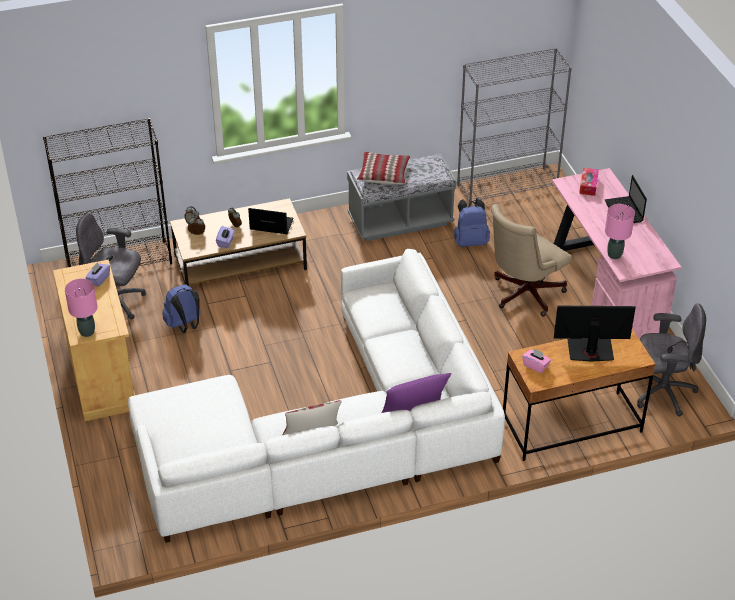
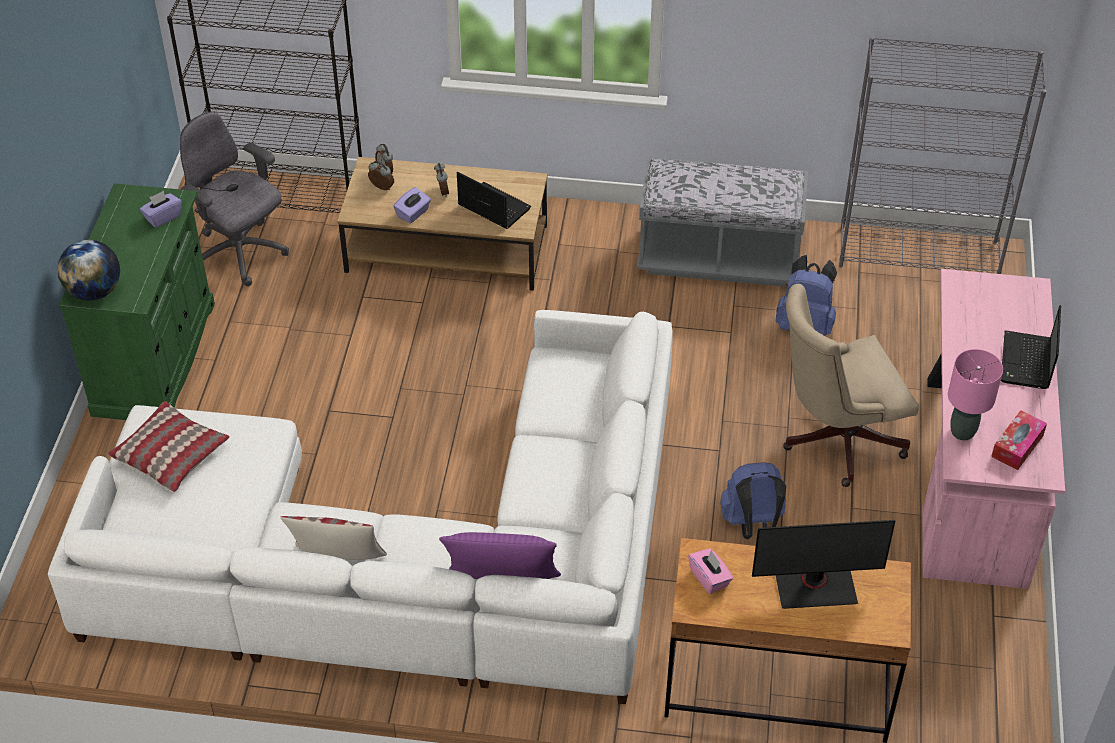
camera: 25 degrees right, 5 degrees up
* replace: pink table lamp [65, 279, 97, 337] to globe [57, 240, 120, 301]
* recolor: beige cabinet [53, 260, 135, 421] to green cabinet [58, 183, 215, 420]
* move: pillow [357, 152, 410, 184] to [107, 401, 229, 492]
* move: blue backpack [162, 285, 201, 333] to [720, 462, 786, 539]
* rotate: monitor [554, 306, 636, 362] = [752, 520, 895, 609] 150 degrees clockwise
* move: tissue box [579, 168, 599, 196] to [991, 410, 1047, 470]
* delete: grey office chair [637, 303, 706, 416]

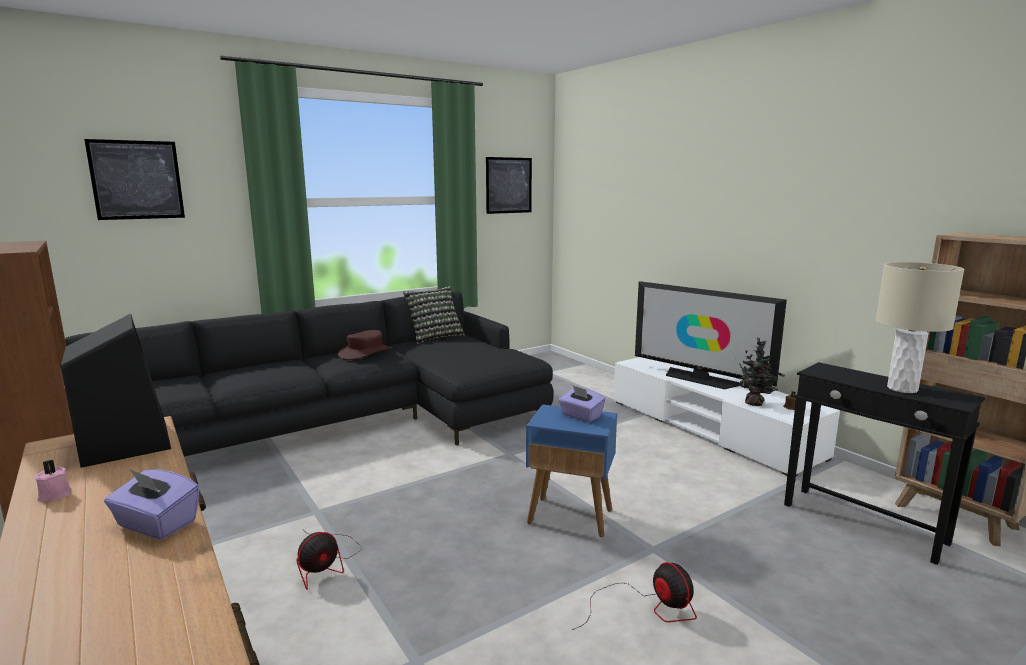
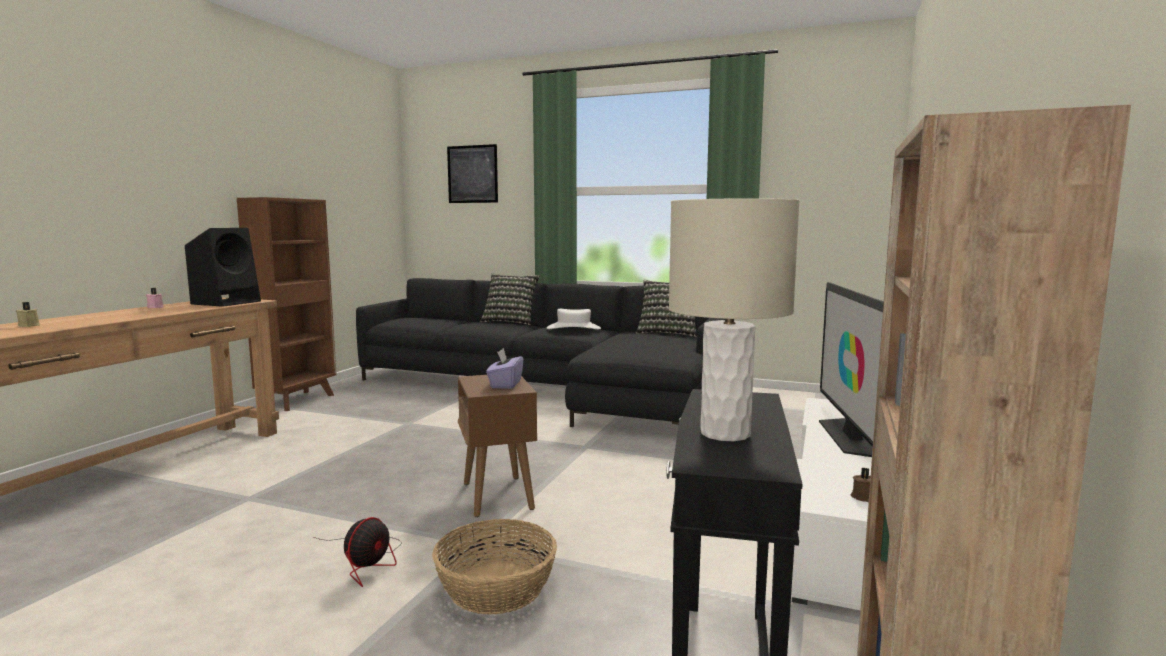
camera: 55 degrees right, 5 degrees down
* insert: beige candle [16, 302, 40, 327]
* insert: basket [432, 519, 557, 615]
* recolor: blue side table [526, 404, 617, 537] to brown side table [458, 375, 537, 517]
* insert: pillow [480, 273, 540, 325]
* recolor: brown hat [338, 330, 392, 360] to white hat [547, 309, 601, 329]
* delete: purple tissue box [104, 469, 199, 539]
* delete: fan [297, 529, 361, 590]
* delete: picture [486, 157, 532, 214]
* delete: potted plant [735, 337, 785, 406]

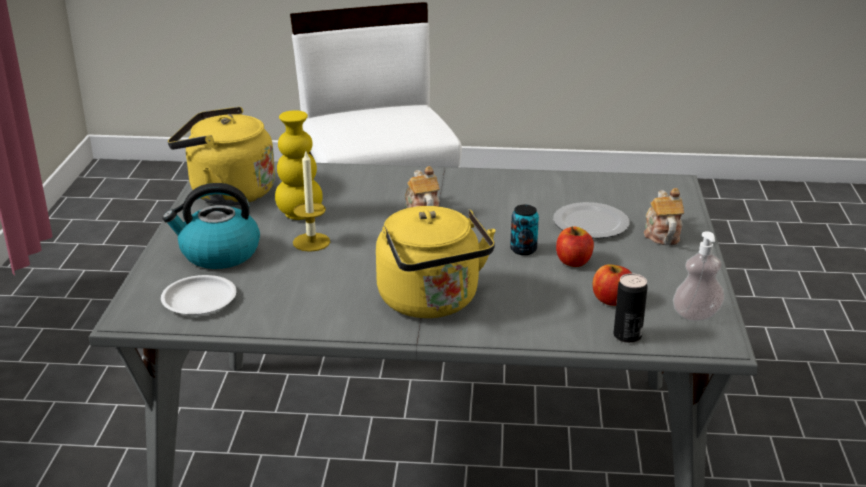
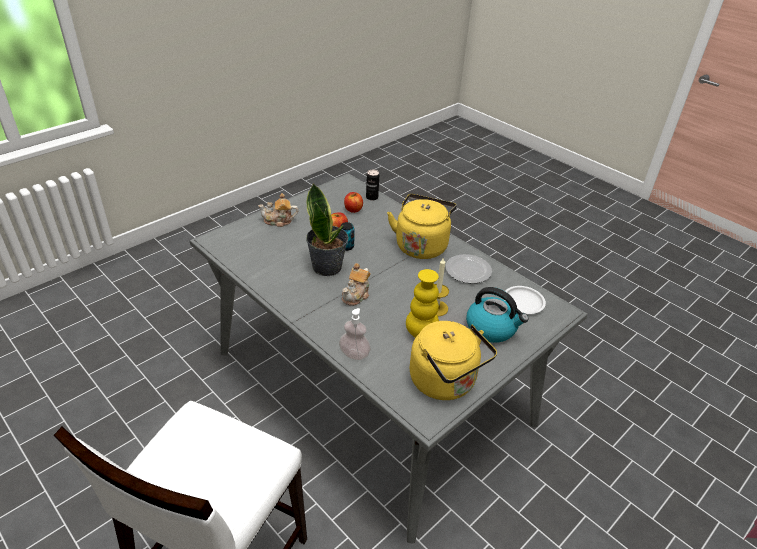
camera: 140 degrees left, 10 degrees up
* rotate: teapot [644, 188, 684, 245] = [258, 193, 298, 227] 45 degrees clockwise
* insert: potted plant [306, 183, 348, 276]
* move: soap dispenser [673, 231, 725, 321] to [339, 308, 371, 360]
* move: plate [553, 202, 630, 239] to [446, 254, 492, 284]

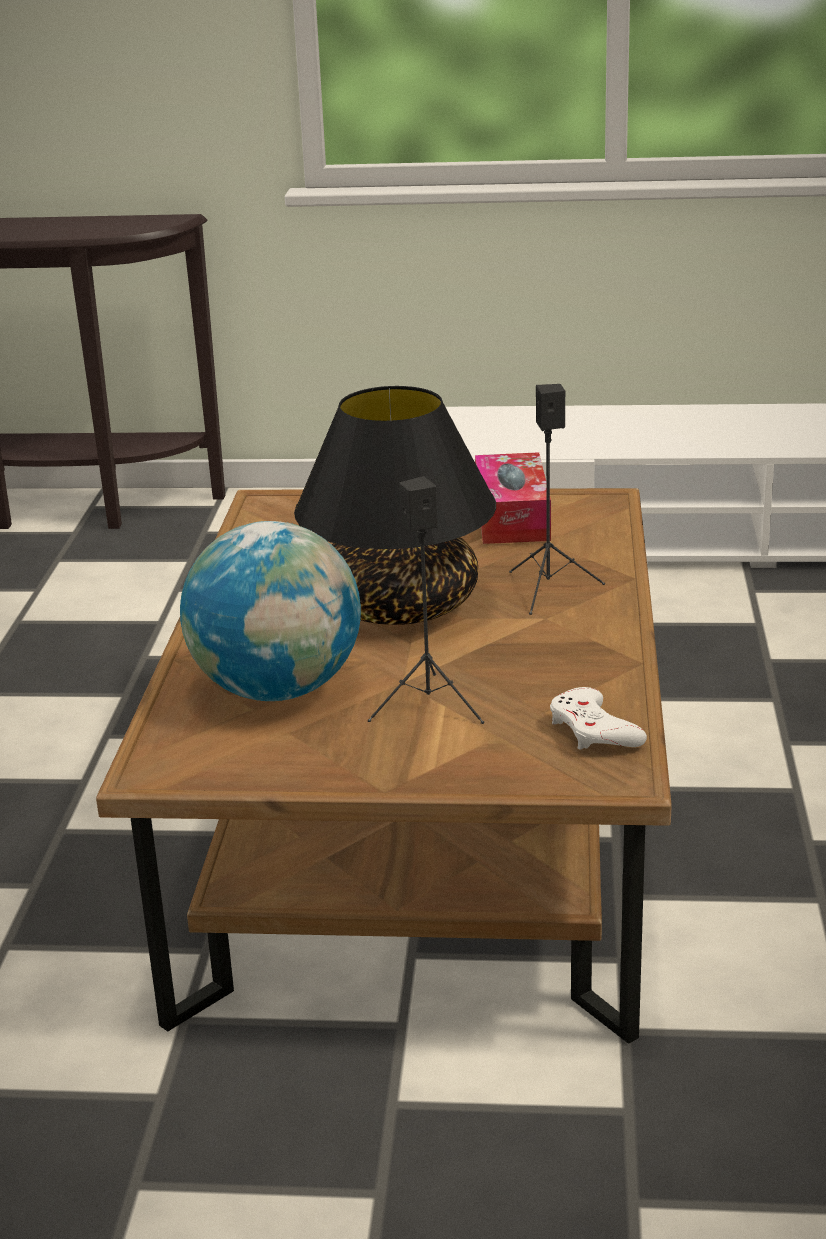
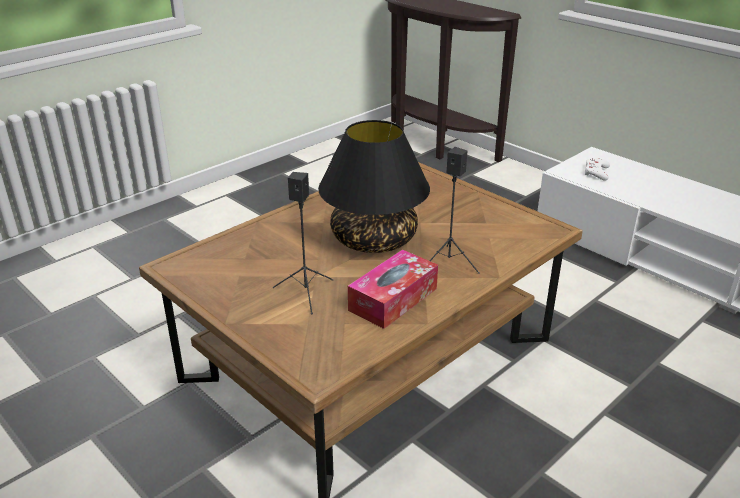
camera: 40 degrees right, 5 degrees up
* move: tissue box [475, 452, 551, 544] to [348, 249, 438, 329]
* move: white game controller [550, 687, 647, 750] to [585, 158, 610, 181]
* delete: globe [180, 521, 361, 701]

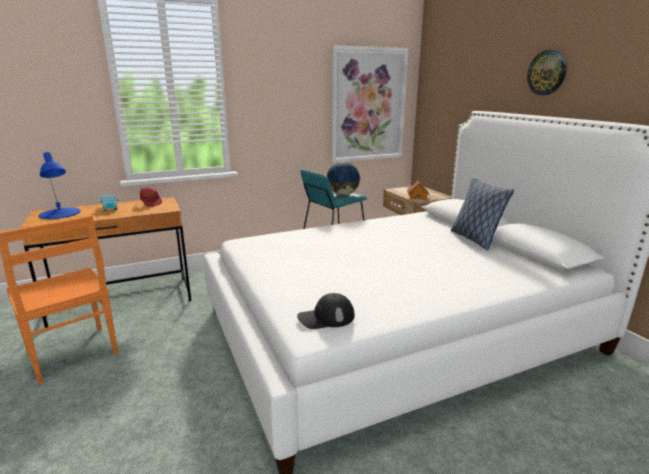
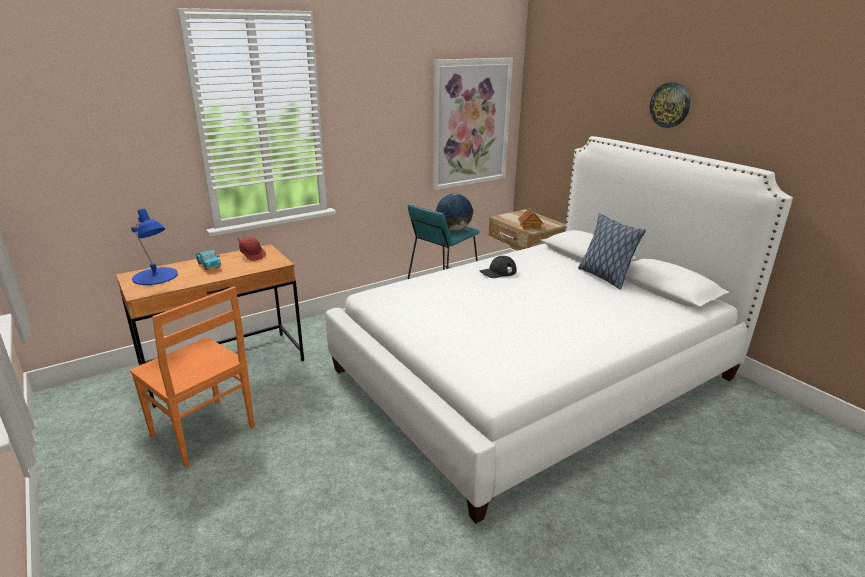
camera: 10 degrees left, 5 degrees up
* move: black cap [297, 293, 354, 329] to [480, 256, 517, 278]

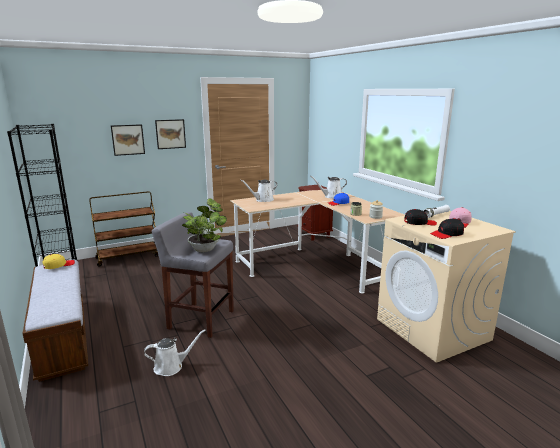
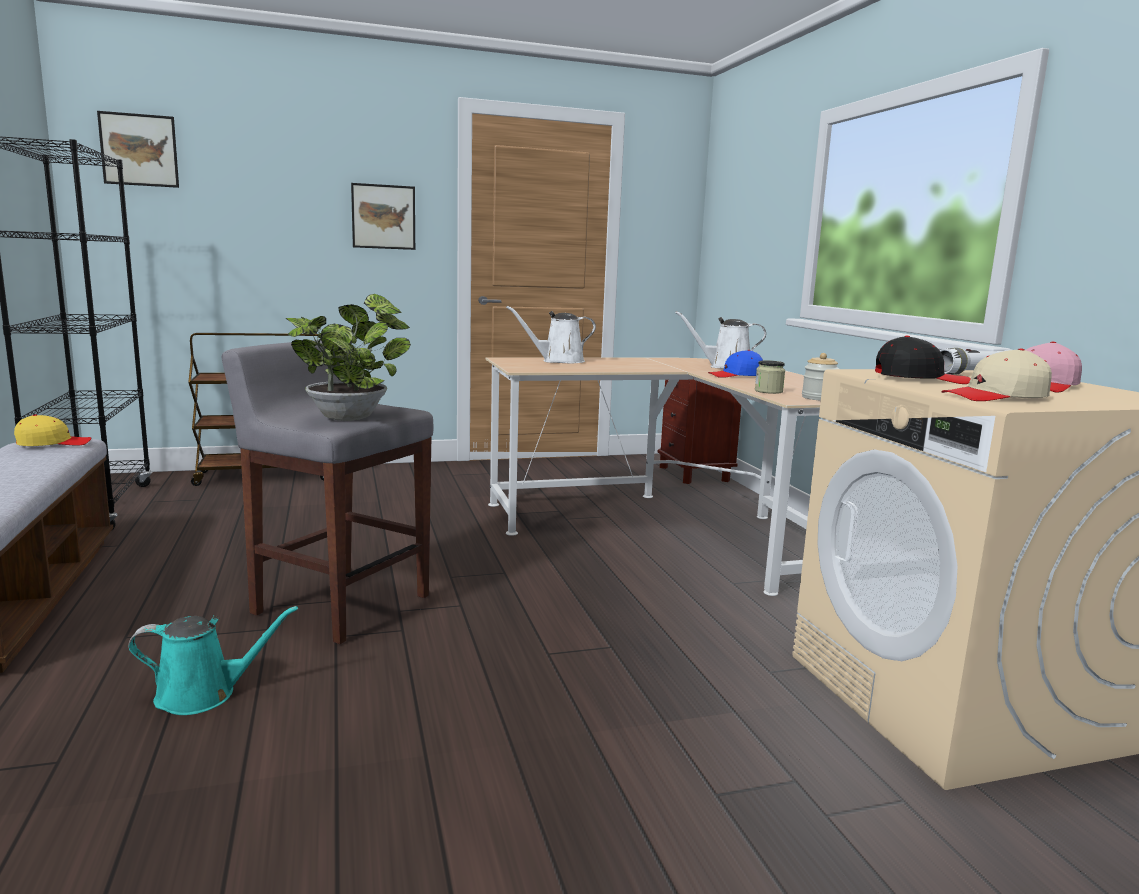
camera: 10 degrees right, 5 degrees down
* move: picture [111, 124, 145, 156] to [97, 111, 179, 188]
* recolor: white watering can [144, 330, 205, 376] to turquoise watering can [128, 606, 298, 715]
* recolor: black cap [430, 218, 464, 239] to beige cap [941, 349, 1052, 401]

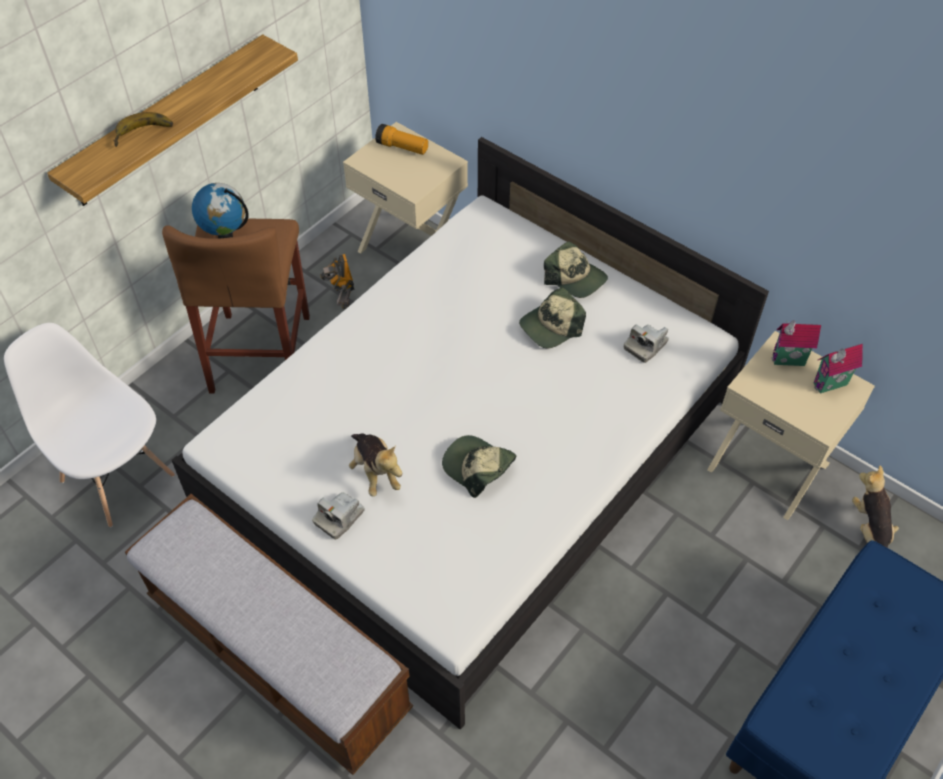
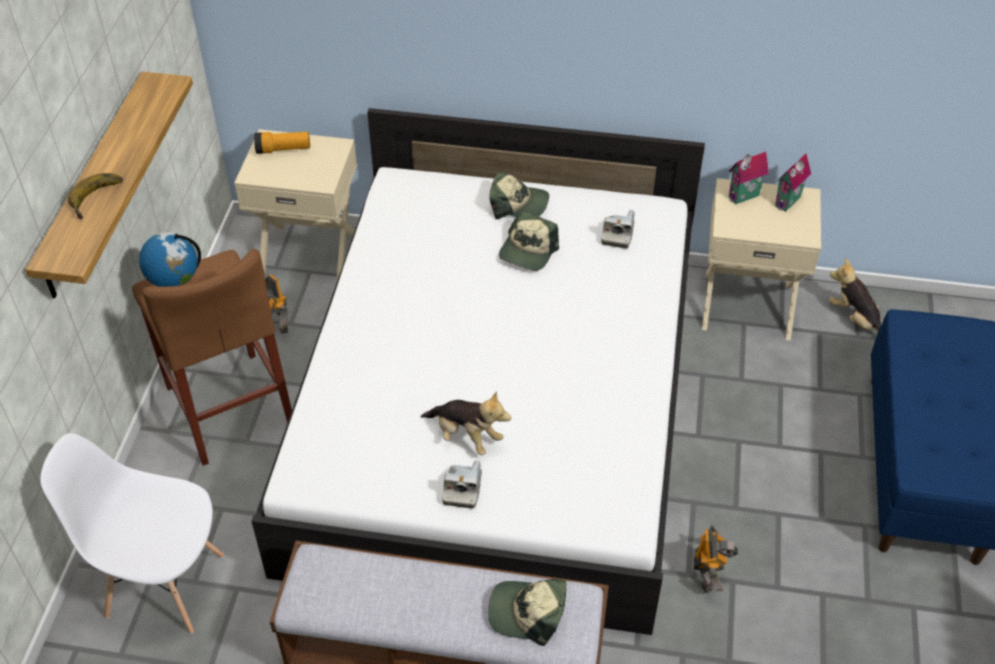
camera: 30 degrees left, 5 degrees down
* move: cap [442, 435, 517, 498] to [488, 579, 566, 646]
* insert: toy robot [694, 525, 738, 593]

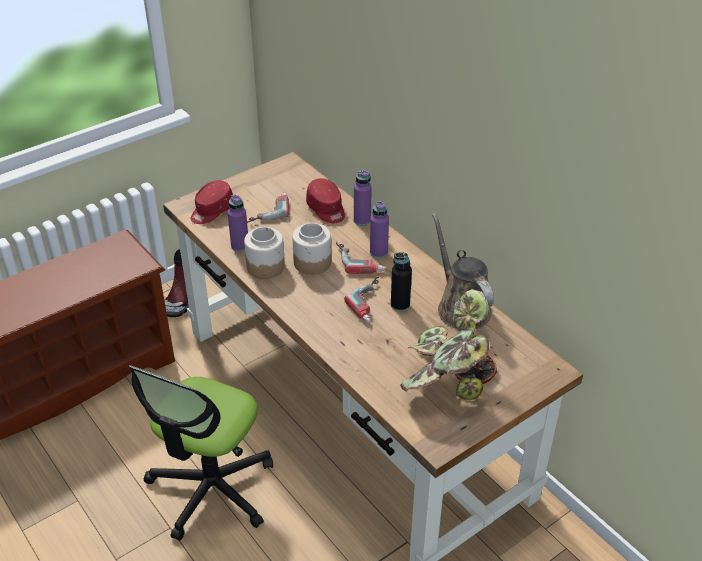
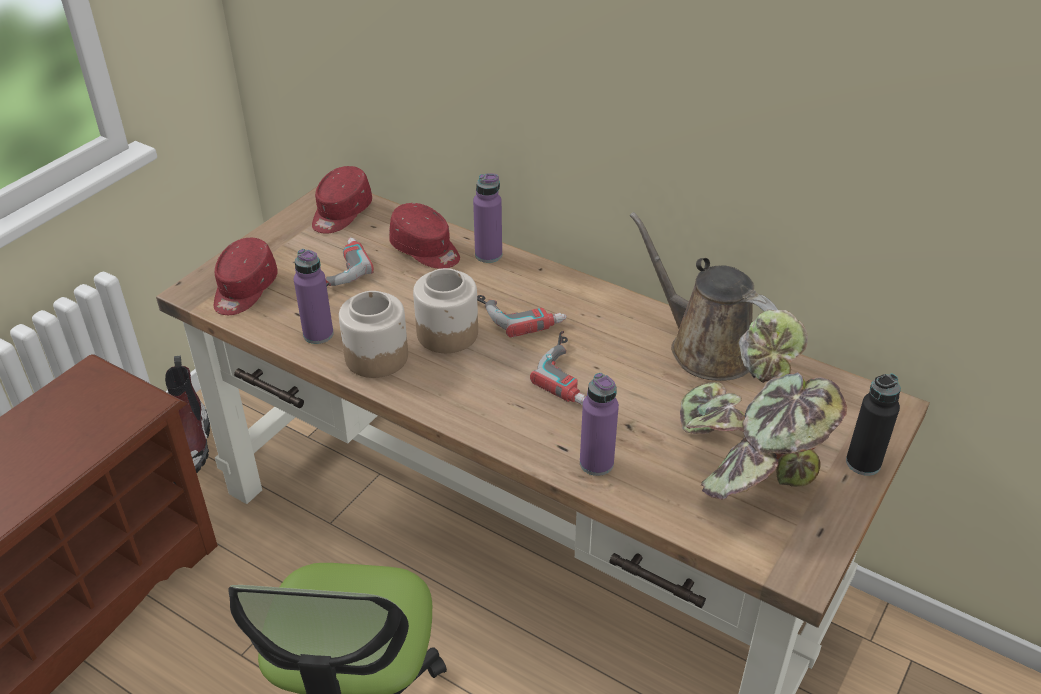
camera: 20 degrees left, 0 degrees up
* insert: red cap [312, 166, 372, 234]
* move: purple bottle [370, 201, 389, 258] to [580, 373, 619, 476]
* move: black bottle [391, 252, 412, 312] to [846, 374, 901, 476]

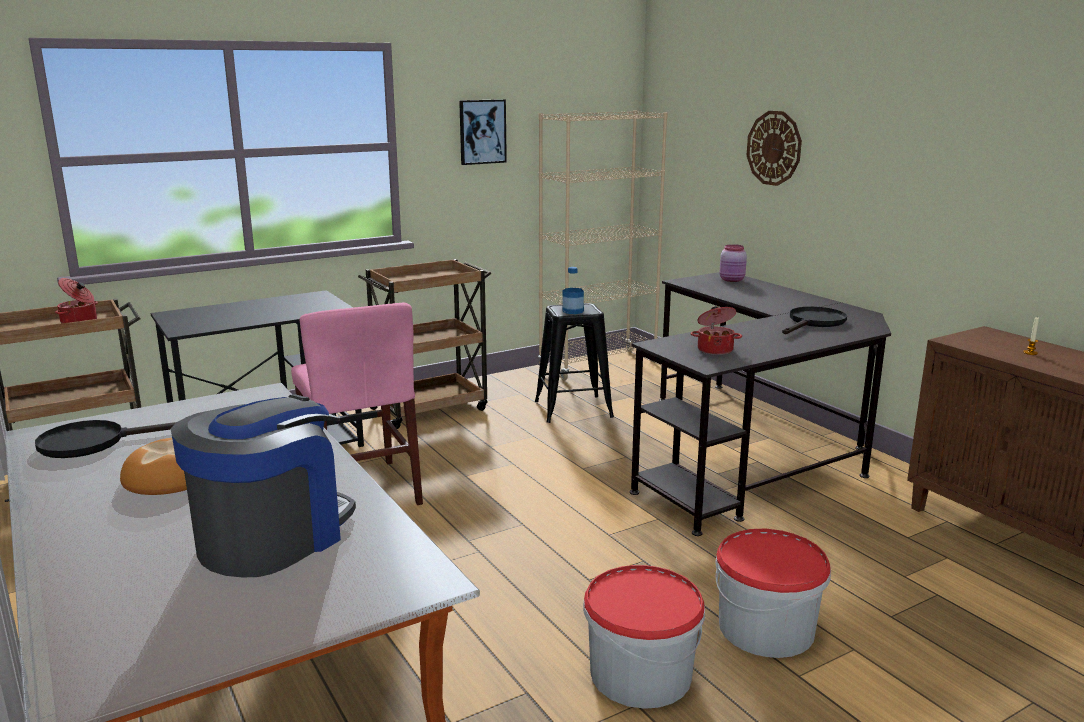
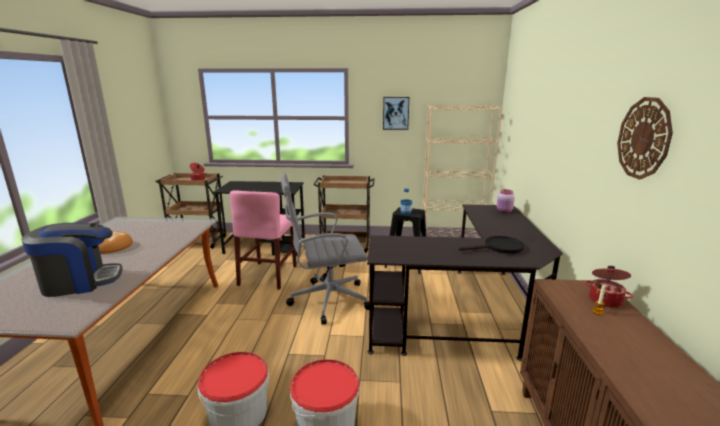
camera: 35 degrees right, 0 degrees up
* insert: grey office chair [281, 174, 370, 325]
* move: cooking pot [691, 306, 742, 355] to [584, 266, 633, 308]
* move: wall clock [747, 111, 802, 186] to [617, 97, 673, 180]
* delete: black frying pan [35, 420, 176, 458]

